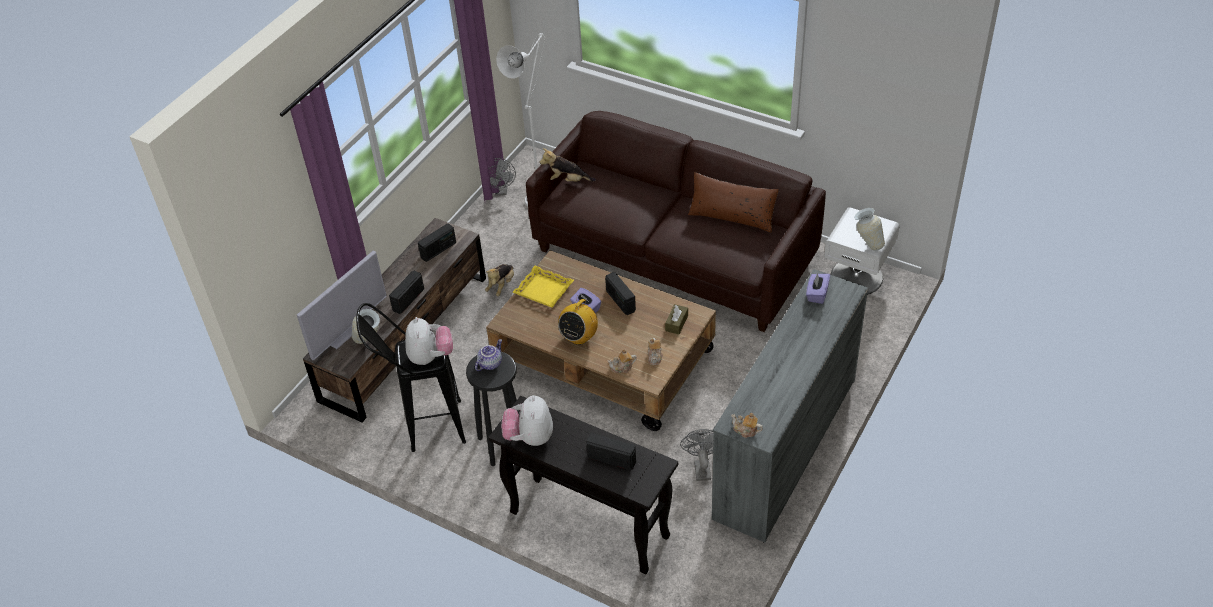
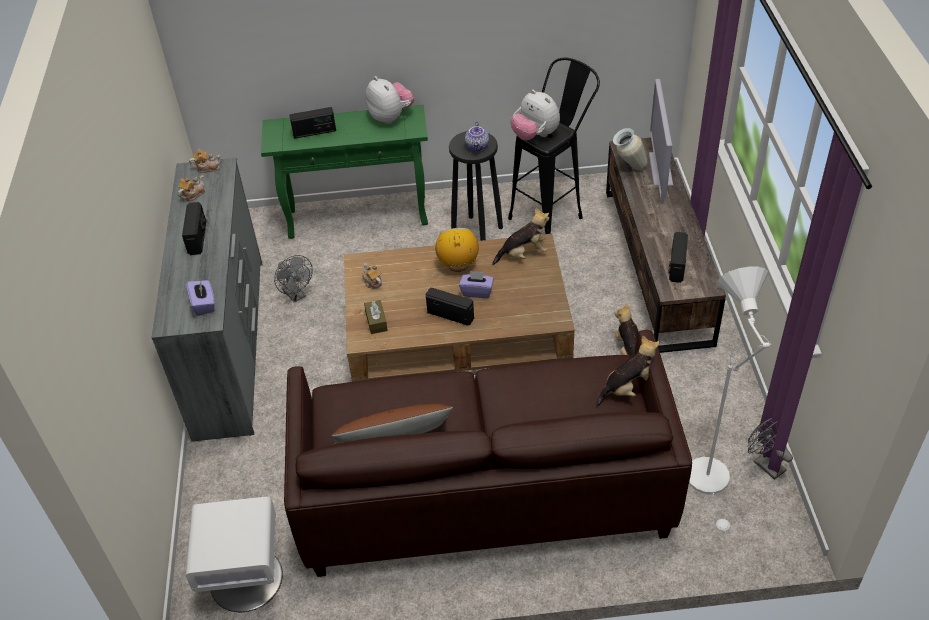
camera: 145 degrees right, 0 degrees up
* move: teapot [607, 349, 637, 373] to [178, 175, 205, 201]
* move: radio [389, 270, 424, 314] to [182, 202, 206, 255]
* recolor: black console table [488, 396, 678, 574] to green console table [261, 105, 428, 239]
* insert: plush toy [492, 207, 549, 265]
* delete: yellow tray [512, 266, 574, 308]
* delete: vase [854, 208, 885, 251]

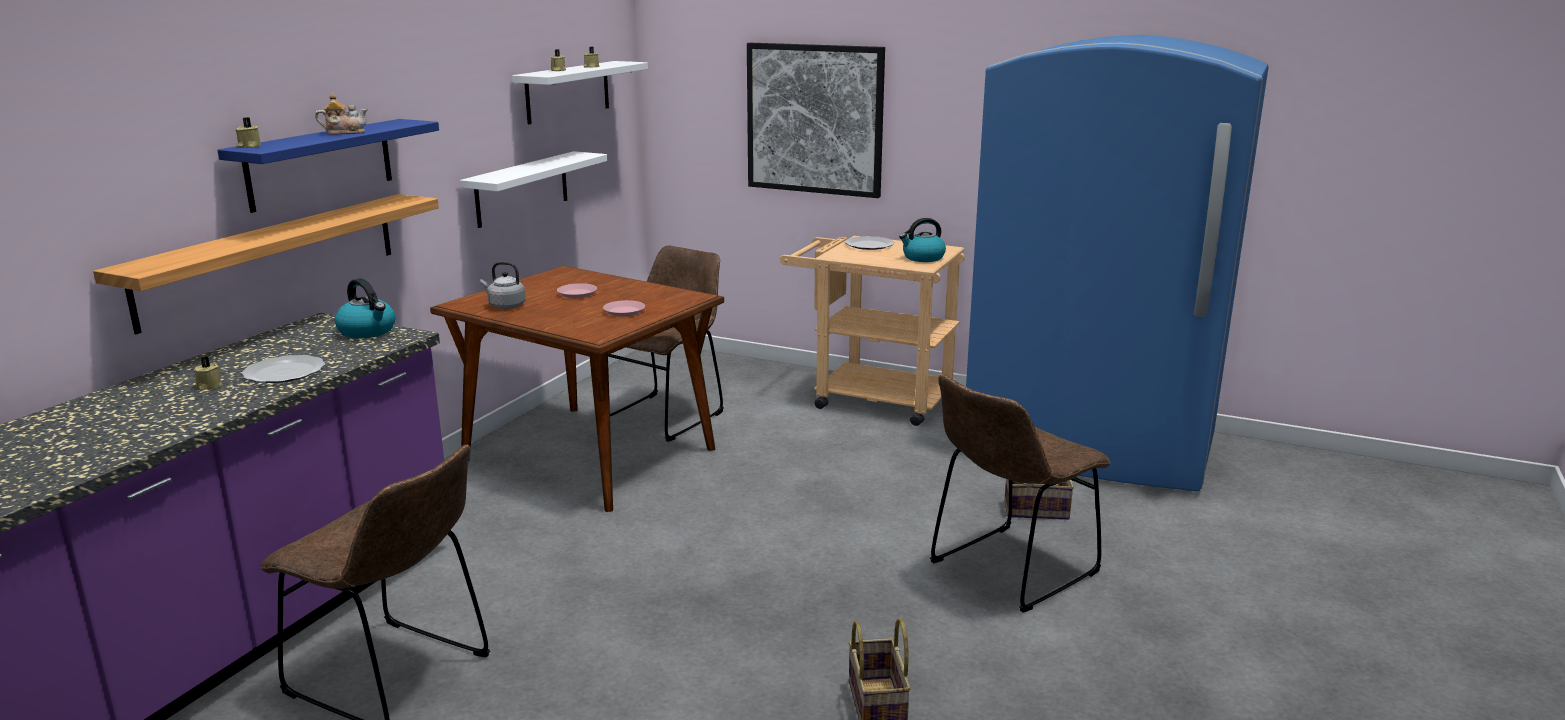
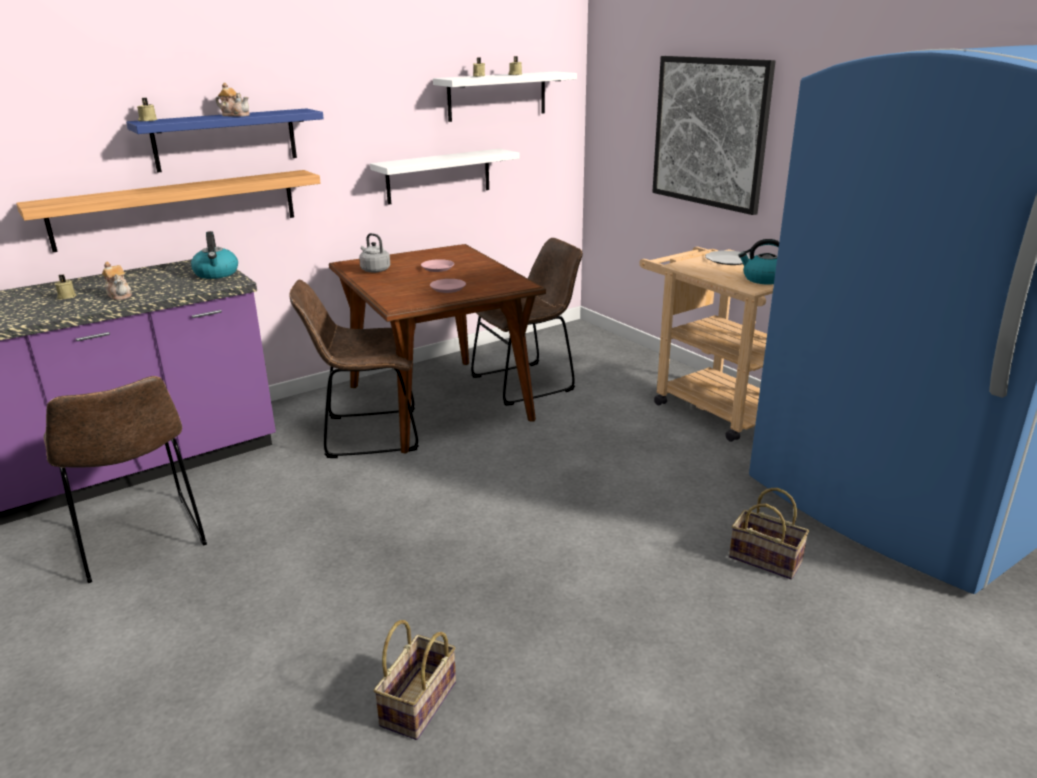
camera: 30 degrees right, 5 degrees up
* replace: plate [242, 355, 325, 383] to teapot [102, 261, 132, 300]
* move: brown chair [930, 374, 1111, 613] to [289, 280, 419, 458]

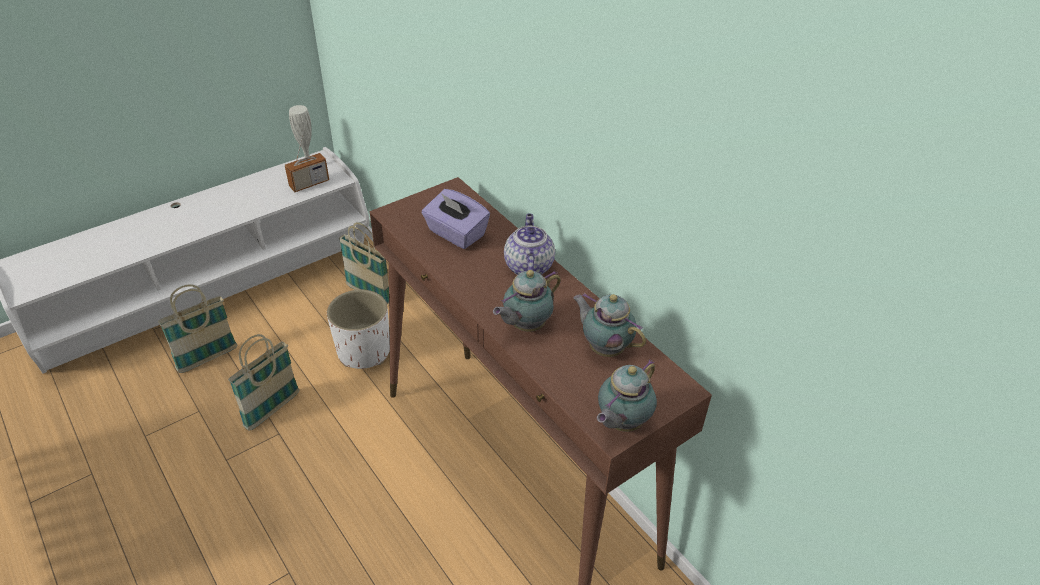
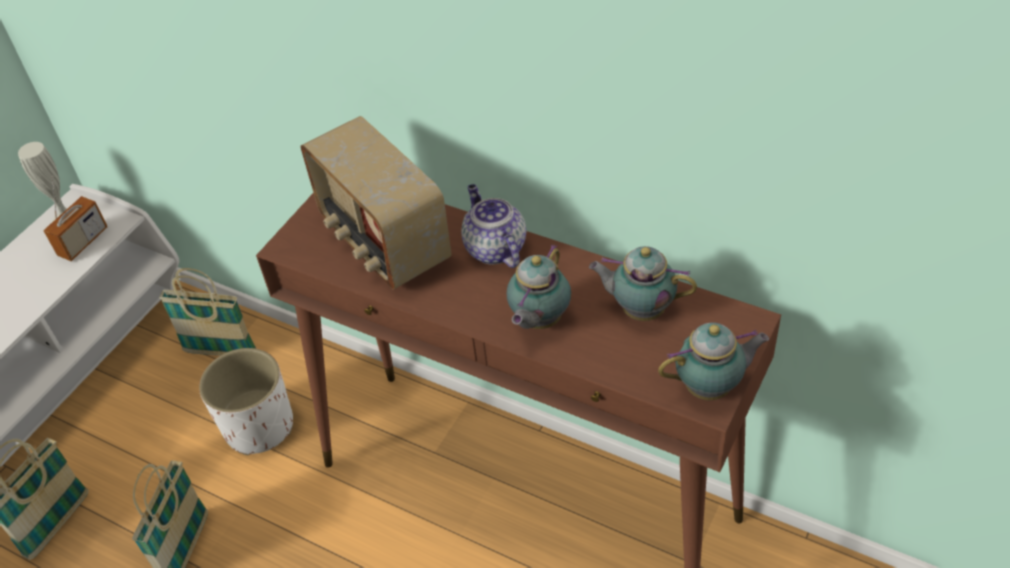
camera: 20 degrees left, 5 degrees up
* replace: purple tissue box [422, 189, 490, 249] to radio [300, 116, 452, 290]
* rotate: teapot [597, 359, 657, 432] = [658, 322, 769, 400] 120 degrees counterclockwise

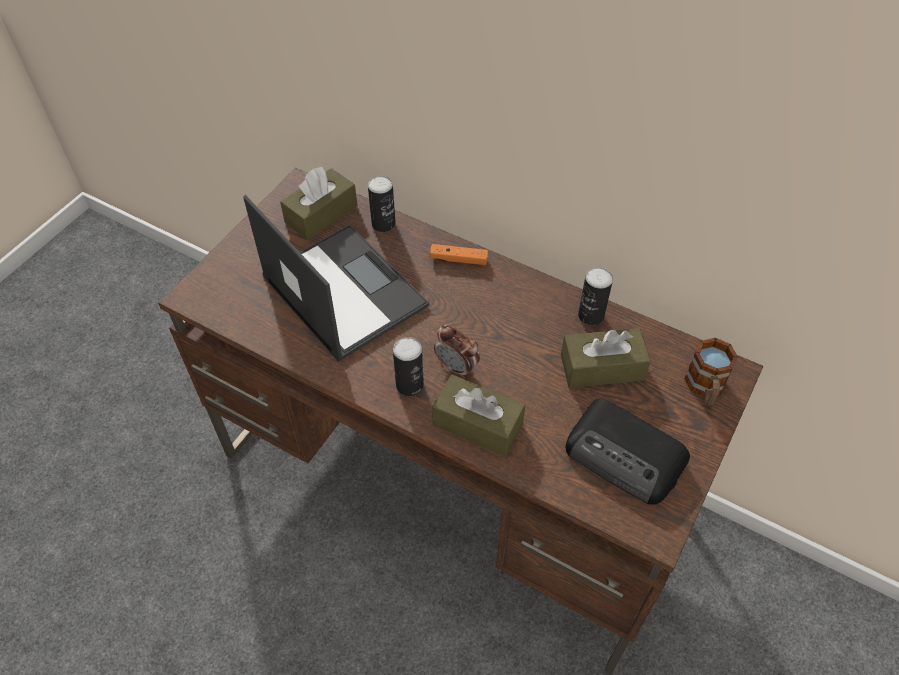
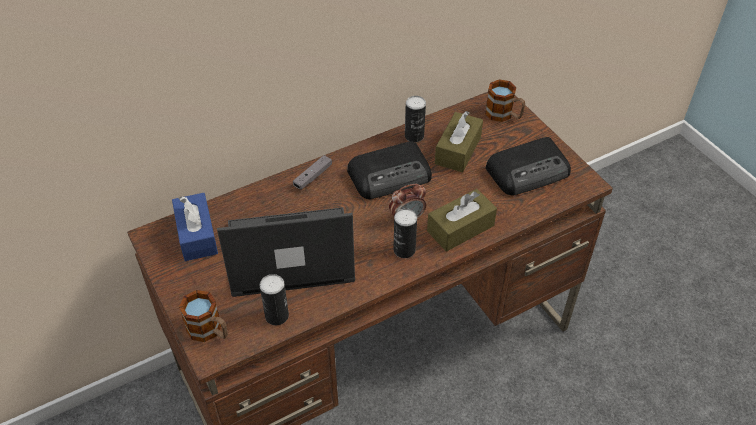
camera: 60 degrees left, 5 degrees down
* recolor: brown tissue box [280, 166, 357, 240] to blue tissue box [172, 193, 218, 261]
* insert: mug [179, 290, 228, 342]
* move: can [368, 175, 396, 232] to [260, 274, 289, 325]
* recolor: orange game controller [430, 244, 488, 265] to grey game controller [293, 155, 332, 190]
* insert: radio [347, 141, 432, 199]

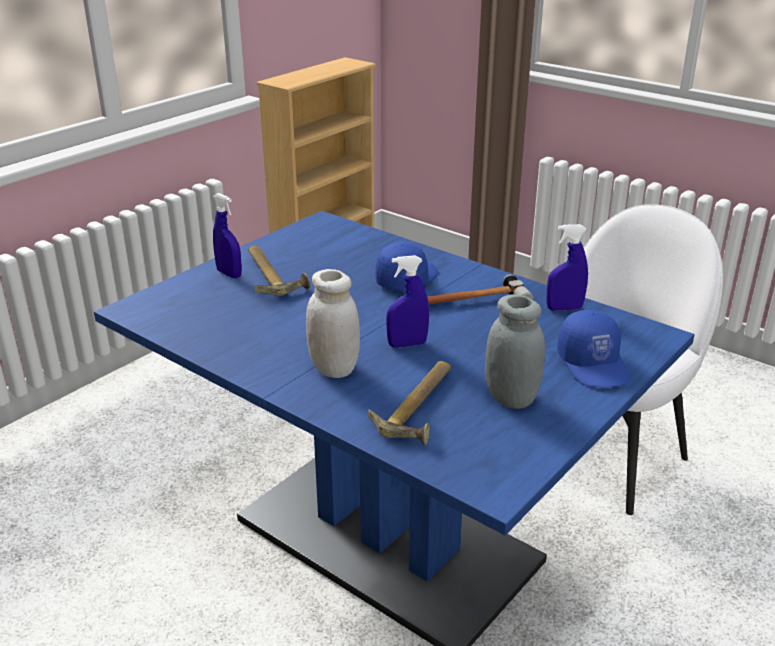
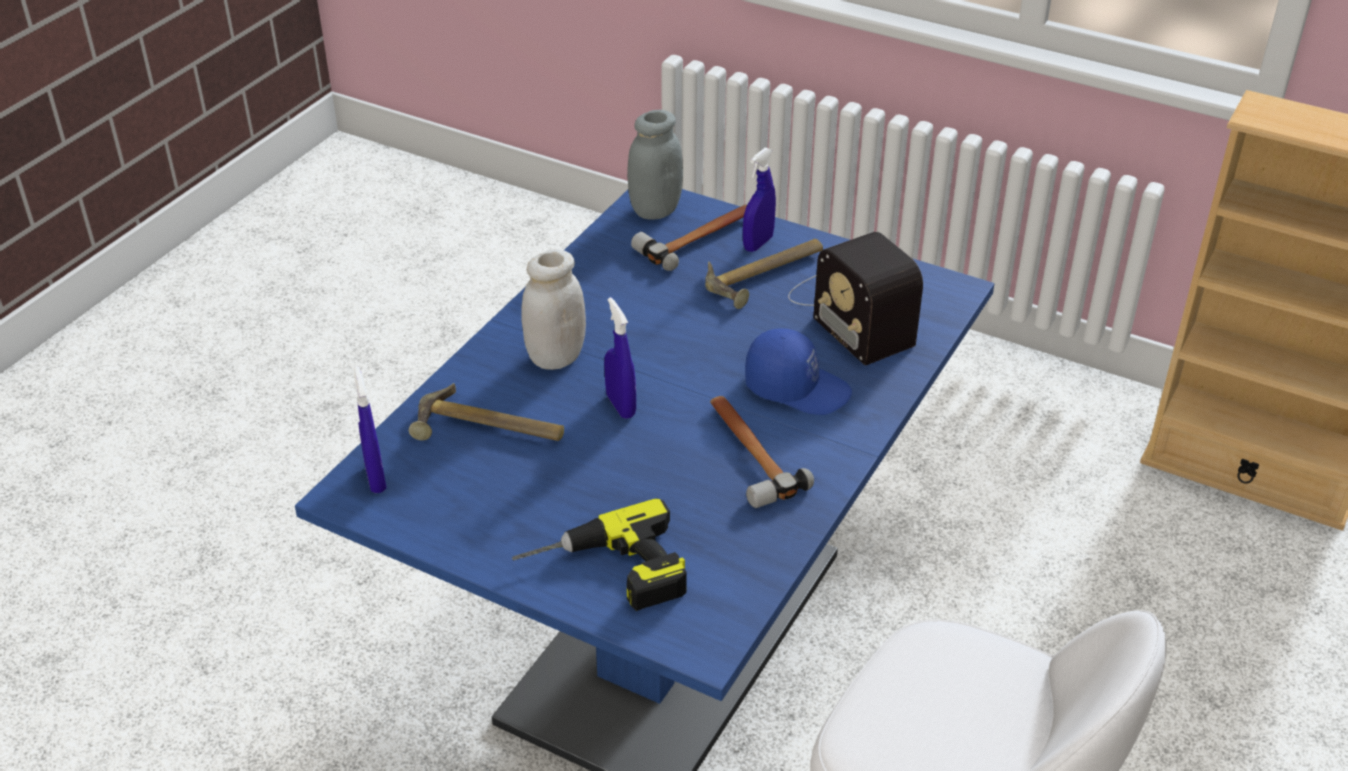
camera: 80 degrees right, 10 degrees up
* move: blue spray bottle [546, 224, 588, 311] to [354, 366, 386, 493]
* replace: blue cap [557, 310, 630, 387] to power drill [512, 498, 687, 611]
* move: grey jar [485, 294, 545, 409] to [627, 110, 683, 220]
* insert: hammer [631, 205, 747, 271]
* insert: radio [788, 232, 923, 366]

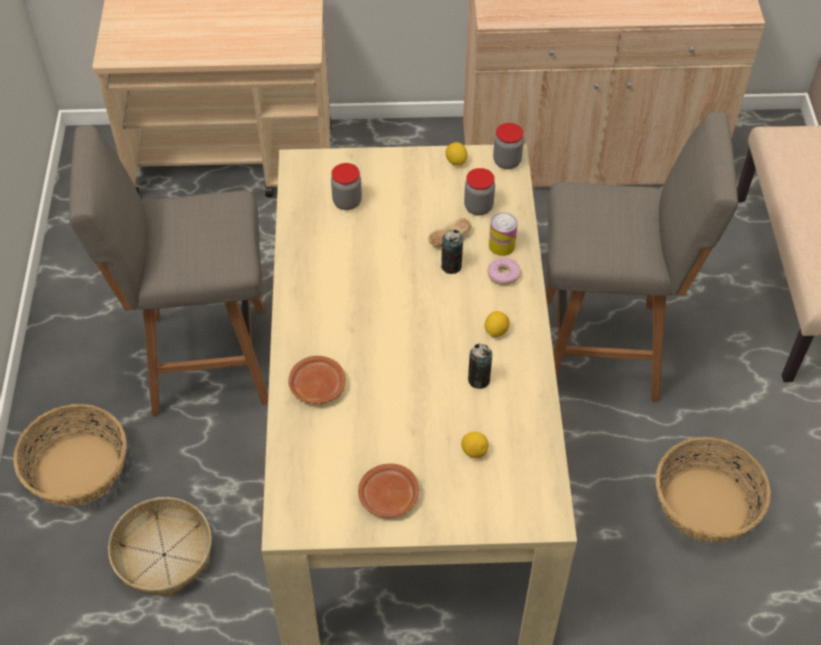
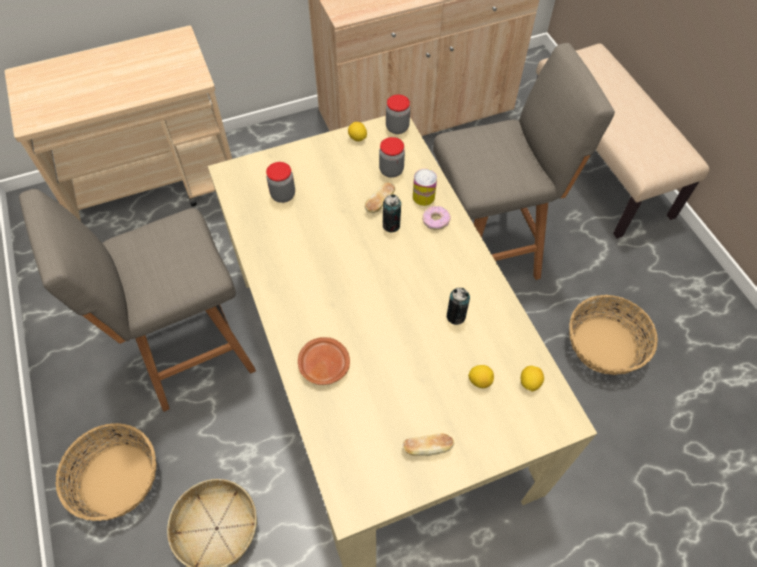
camera: 20 degrees left, 5 degrees up
* replace: brown plate [358, 464, 419, 517] to bread [402, 434, 454, 456]
* move: lemon [484, 311, 510, 337] to [521, 366, 544, 392]

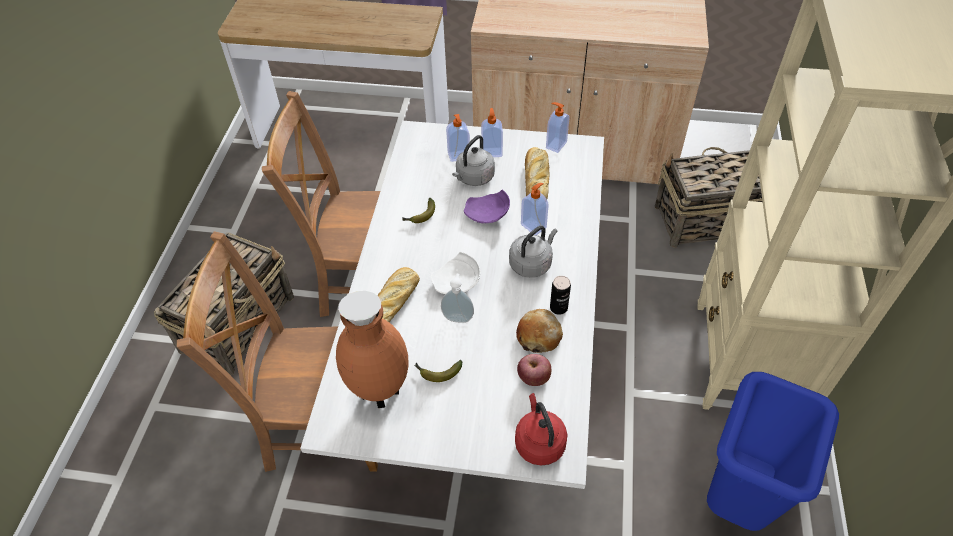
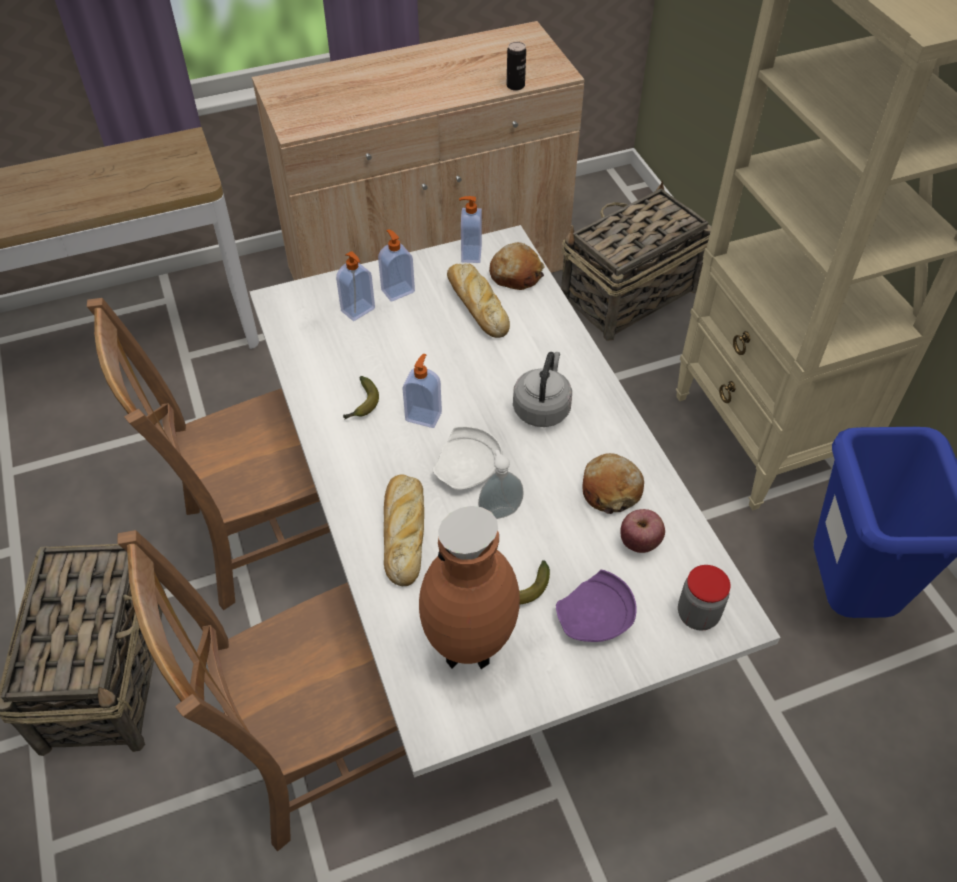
camera: 30 degrees left, 0 degrees up
* move: soap dispenser [521, 183, 549, 235] to [402, 354, 442, 428]
* insert: bread [489, 242, 545, 290]
* move: can [550, 276, 571, 315] to [506, 42, 526, 91]
* move: purple plate [464, 190, 510, 223] to [556, 570, 637, 642]
* replace: red kettle [515, 393, 567, 466] to jar [678, 565, 731, 631]
* delete: grey kettle [452, 135, 495, 186]

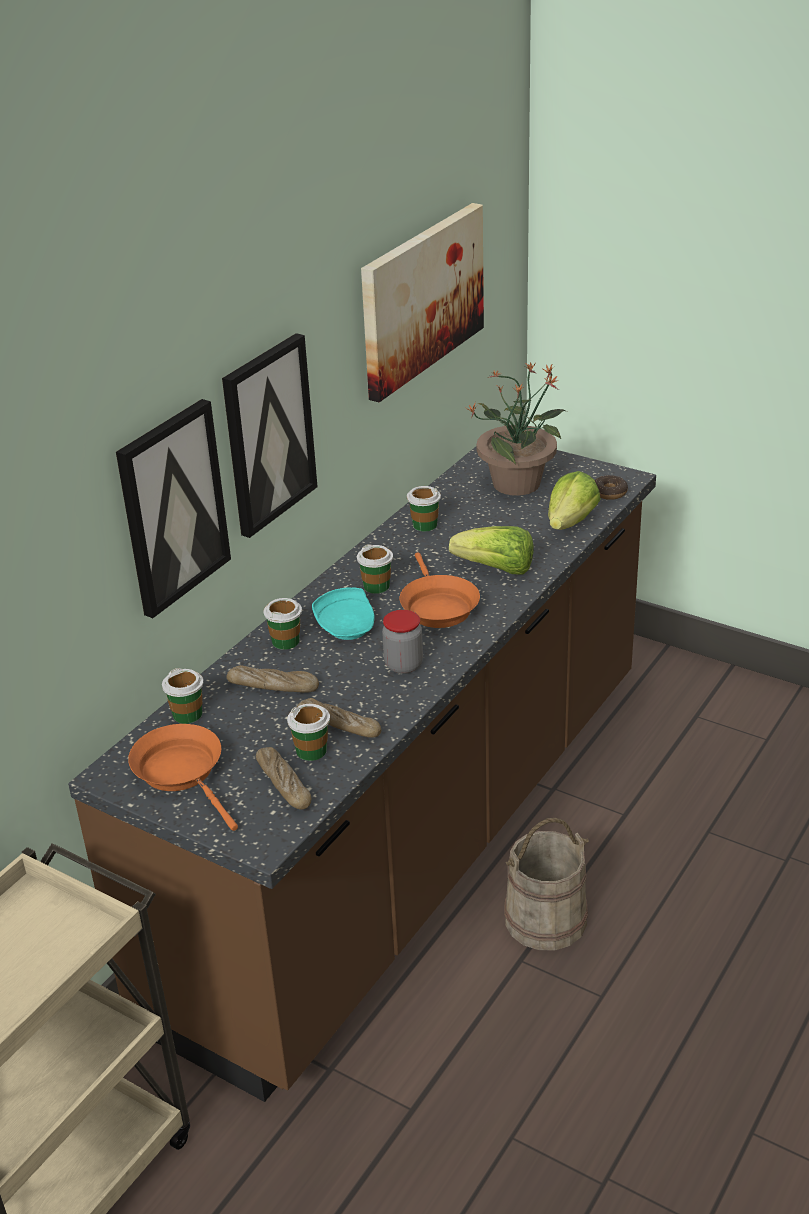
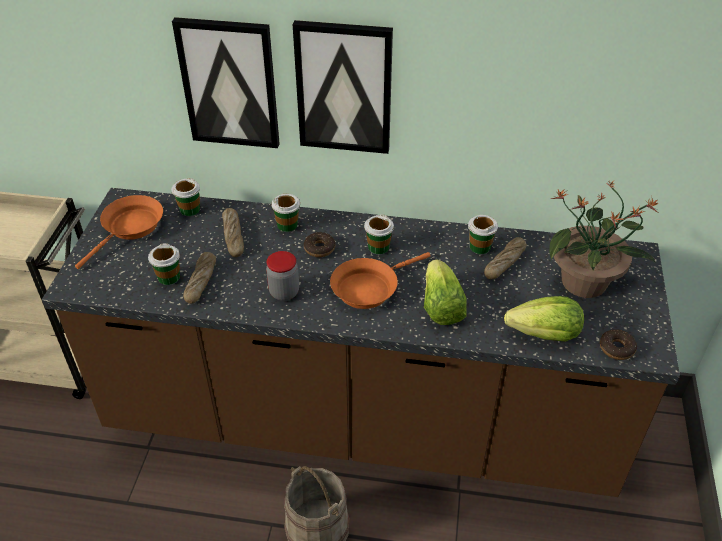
camera: 65 degrees right, 10 degrees up
* replace: turquoise plate [312, 587, 375, 640] to donut [304, 232, 335, 257]
* move: bread [256, 747, 312, 810] to [484, 237, 527, 279]
* delete: picture [361, 203, 484, 402]

